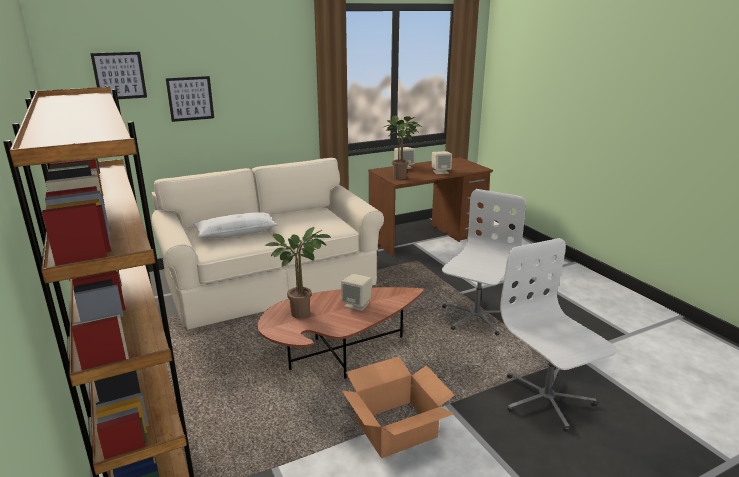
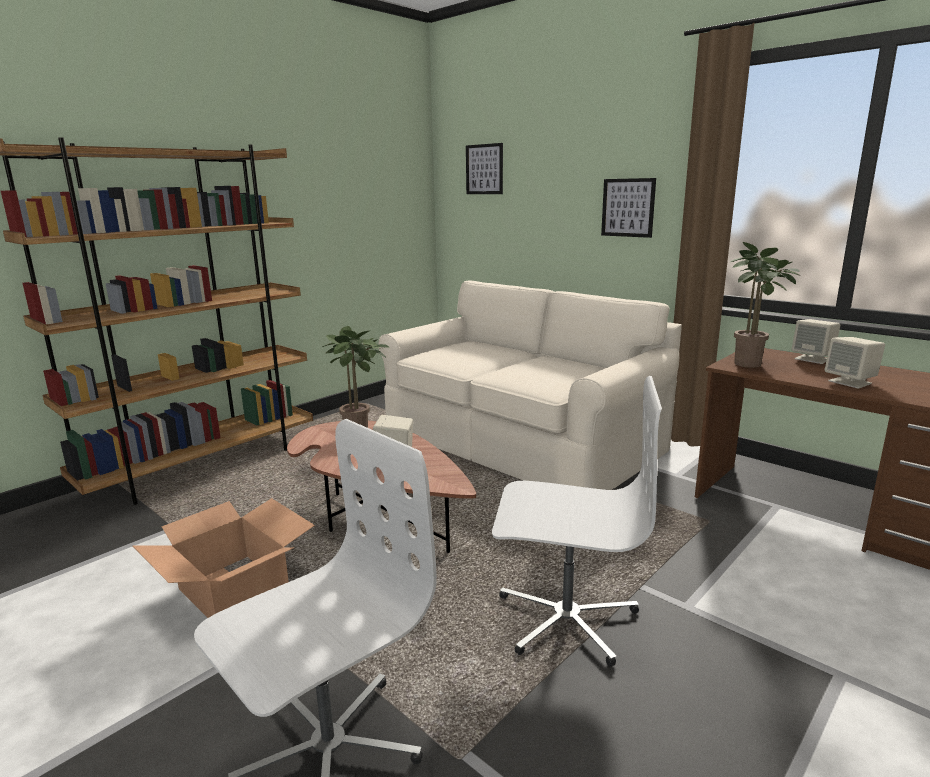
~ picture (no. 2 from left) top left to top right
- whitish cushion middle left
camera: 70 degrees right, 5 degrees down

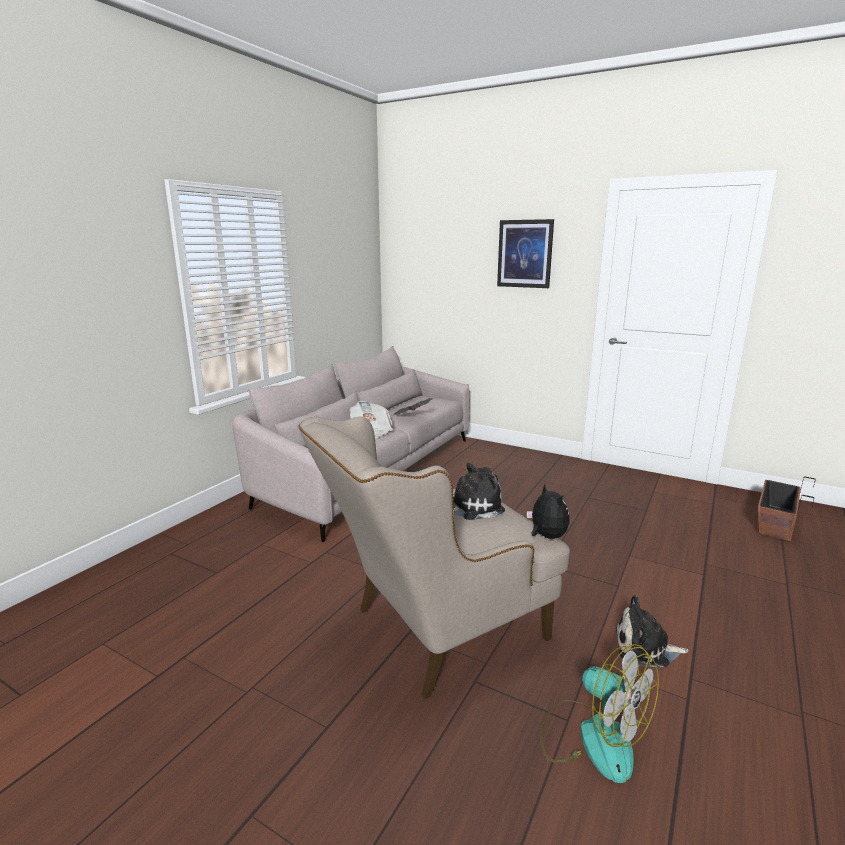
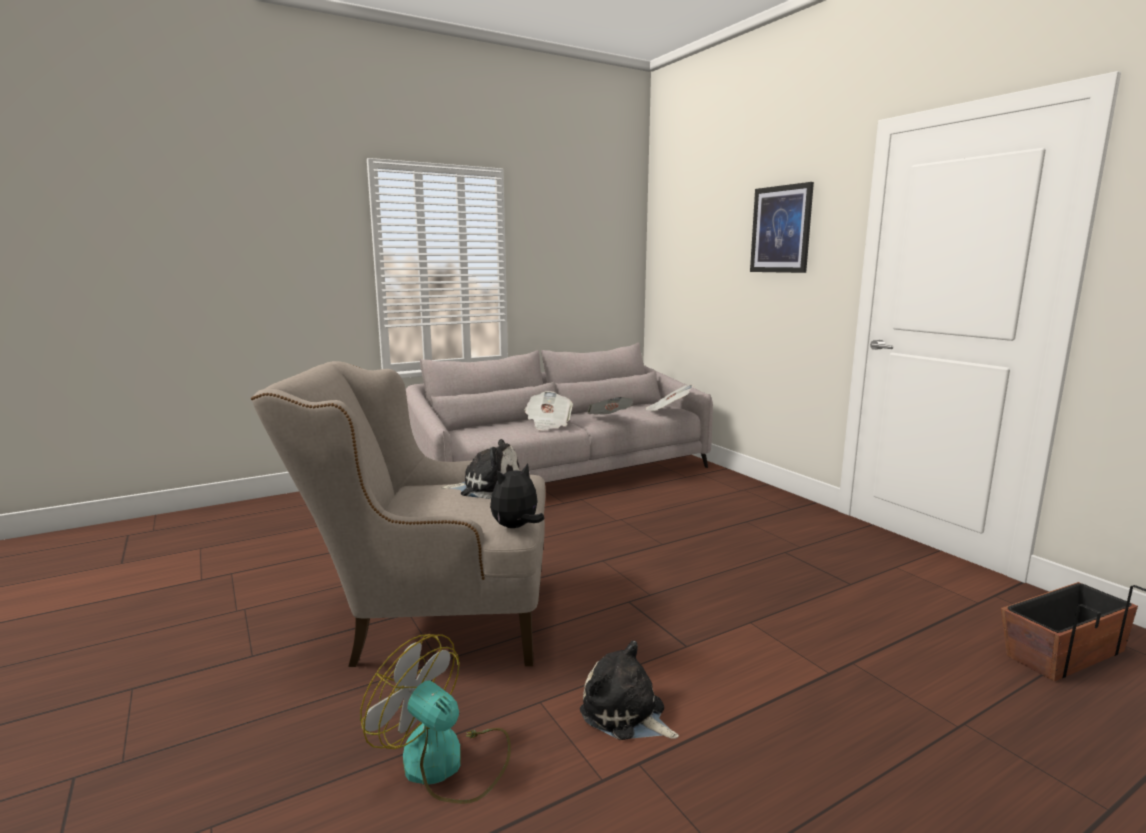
~ fan bottom right = bottom centre 135 degrees clockwise
~ cuddly toy (no. 2 from left) centre = centre 135 degrees counterclockwise
+ printed paper (no. 3 from left) centre
camera: 30 degrees right, 5 degrees down

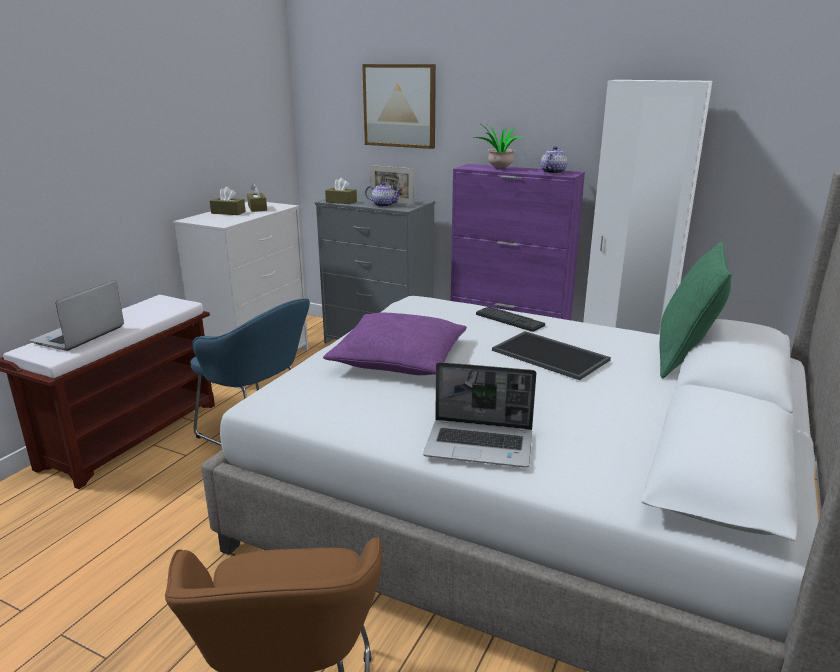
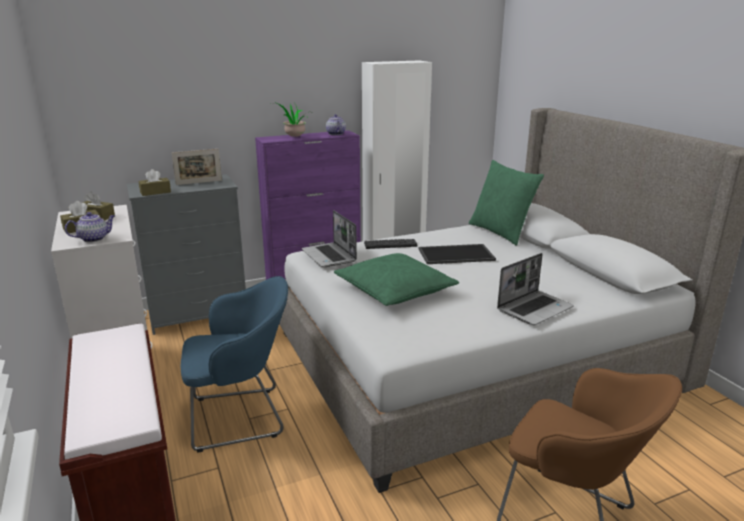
~ pot for tea (no. 1 from left) top centre to middle left
~ laptop (no. 1 from left) middle left to centre
~ purple-coloured cushion centre to green-coloured cushion (no. 1 from left) centre
- picture top centre
camera: 50 degrees left, 0 degrees up

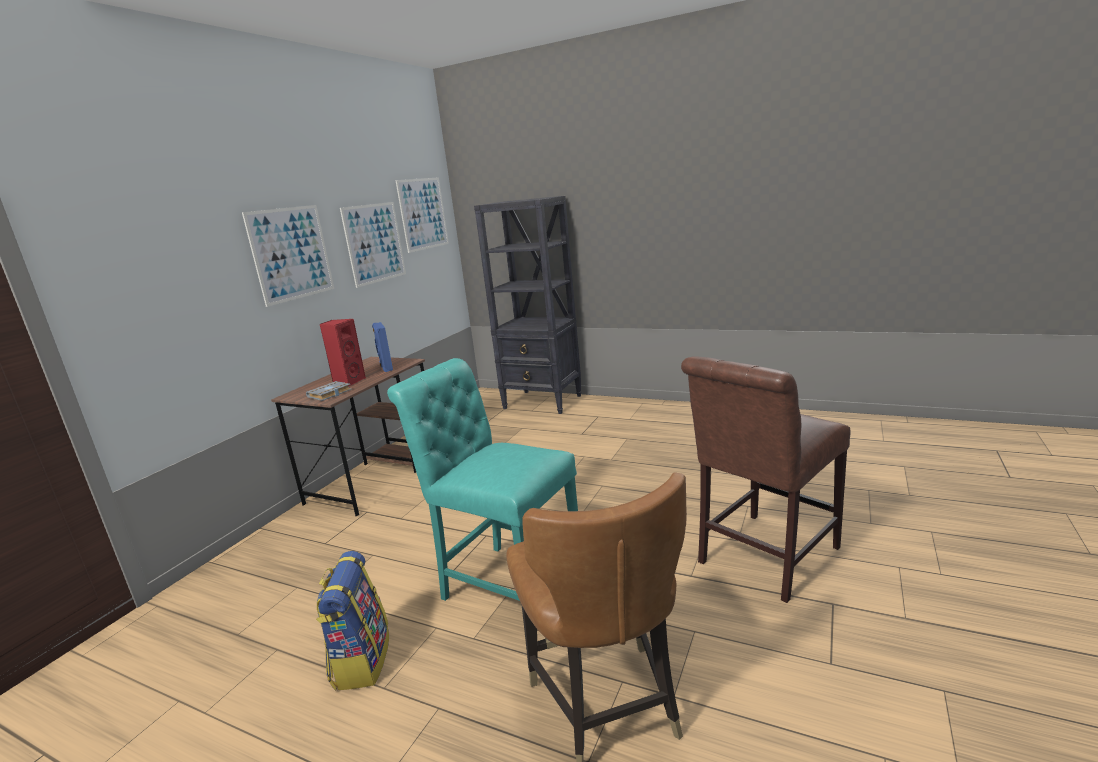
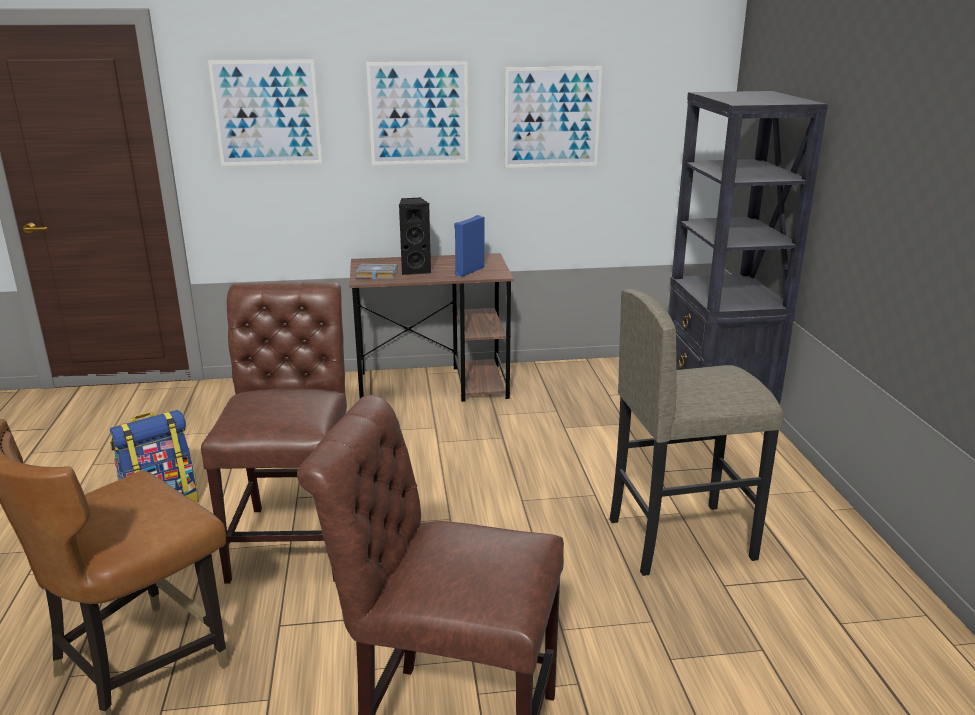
~ turquoise-coloured plain chair centre to brown-coloured plain chair (no. 2 from left) middle left
~ picture (no. 3 from left in the first image) top centre to picture (no. 1 from left) top left
~ reddish loudspeaker middle left to blackish loudspeaker top centre
+ gray stool seat middle right
camera: 55 degrees right, 5 degrees up

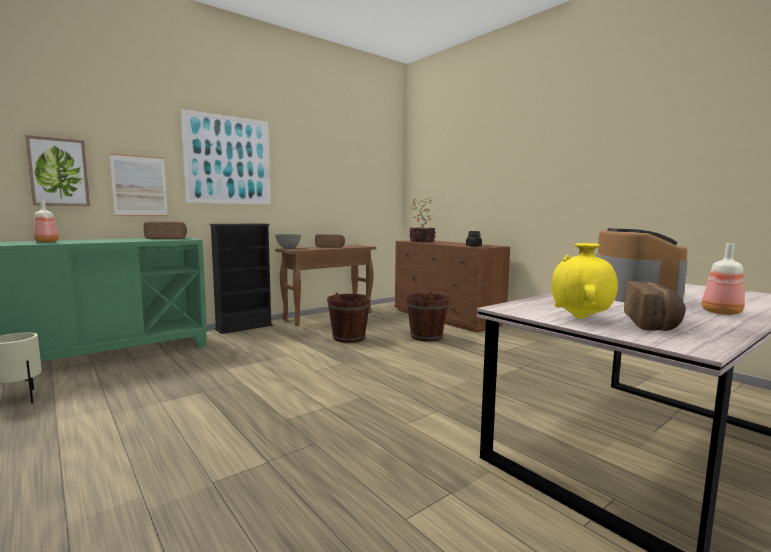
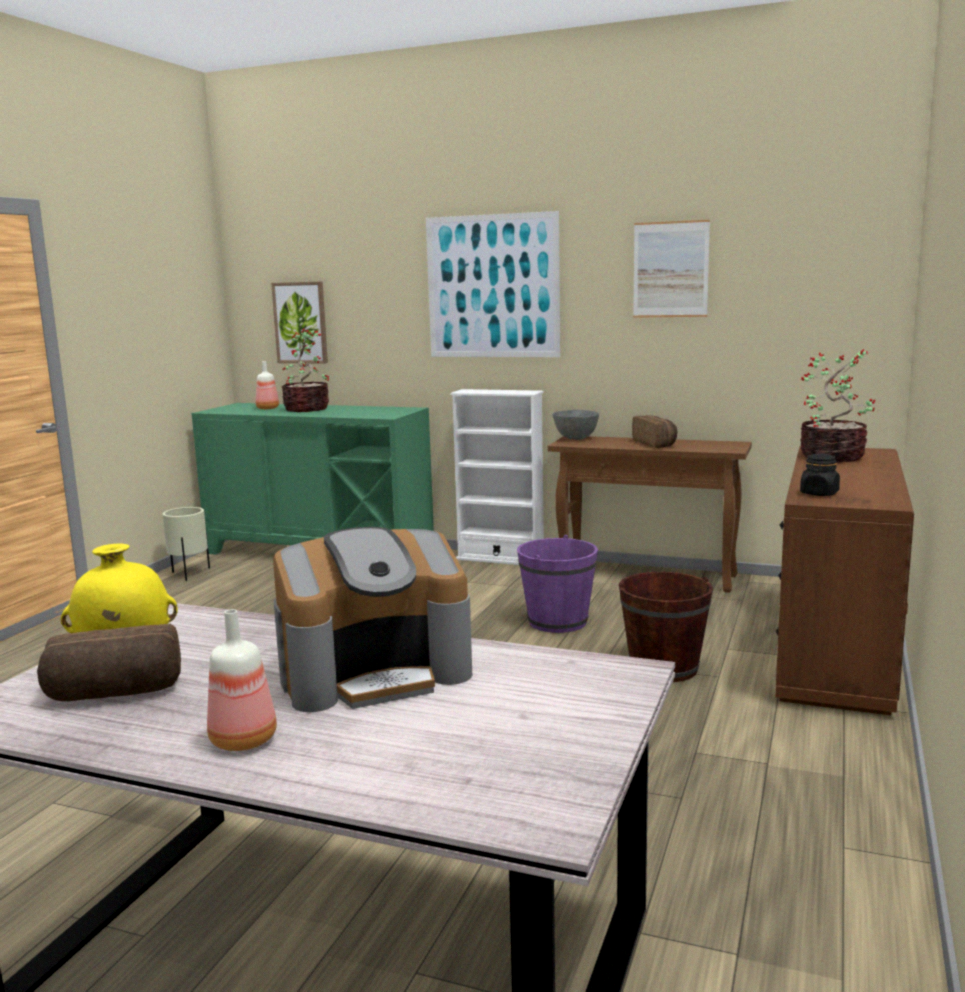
+ plant in a pot (no. 1 from left) middle left
~ blackish bookshelf middle left to whitish bookshelf centre
~ brown-coloured pail (no. 1 from left) centre to purple-coloured pail centre
~ picture (no. 2 from left in the first image) middle left to picture (no. 3 from left) top right
- baked bread (no. 1 from left) middle left
camera: 60 degrees right, 5 degrees up

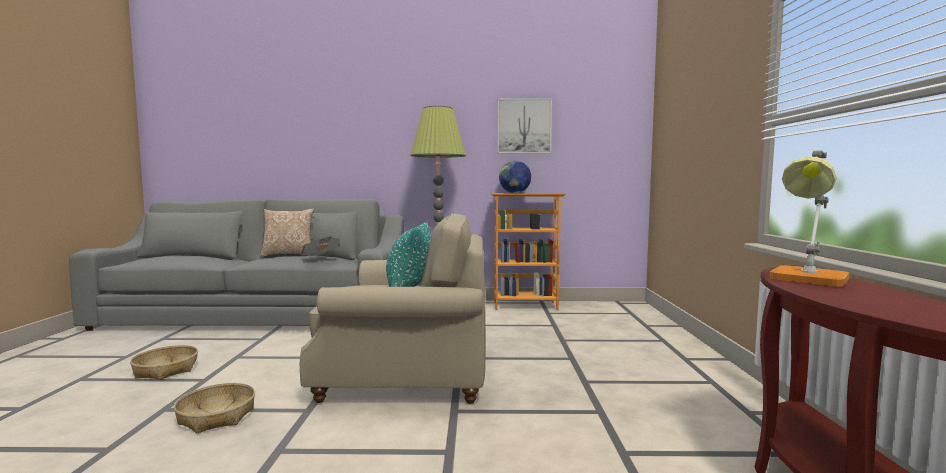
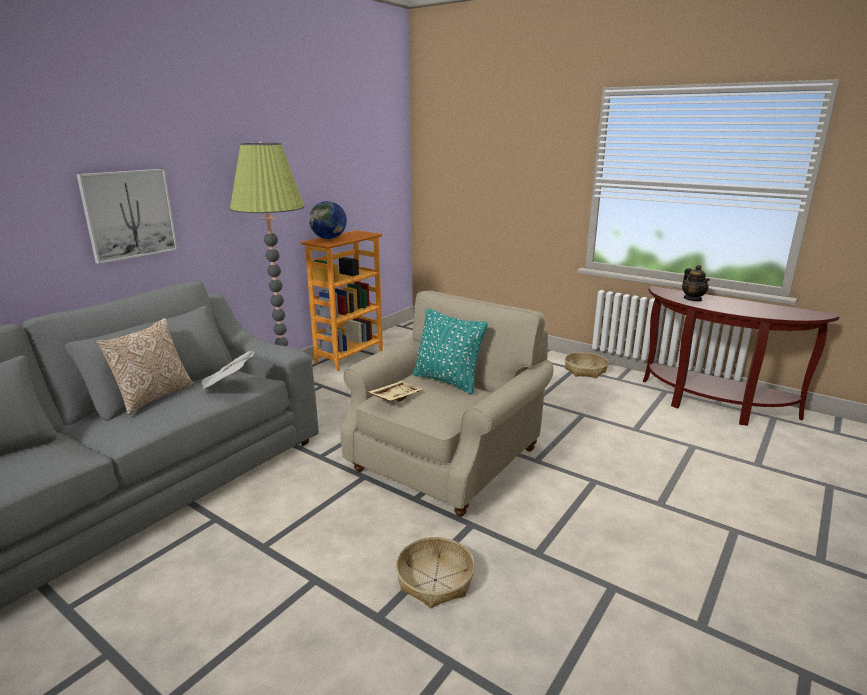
~ picture top centre to top left
+ beige-coloured tray centre
~ household basket (no. 1 from left in the first image) bottom left to household basket (no. 2 from left) middle right
~ tabletop lamp middle right to pot for tea middle right
camera: 55 degrees left, 15 degrees up

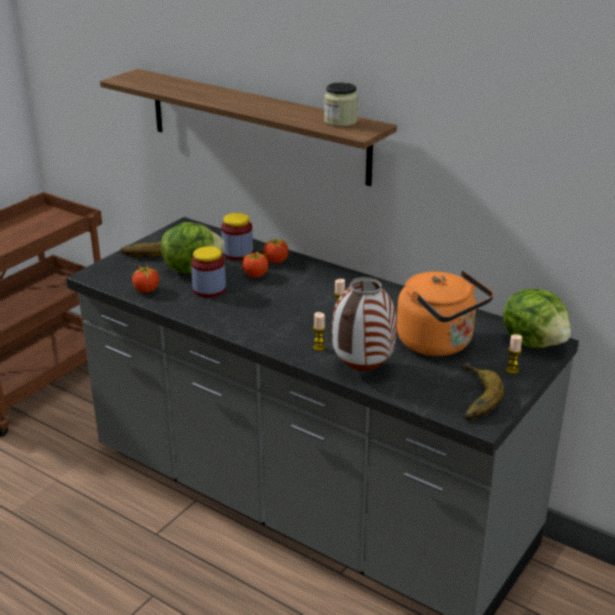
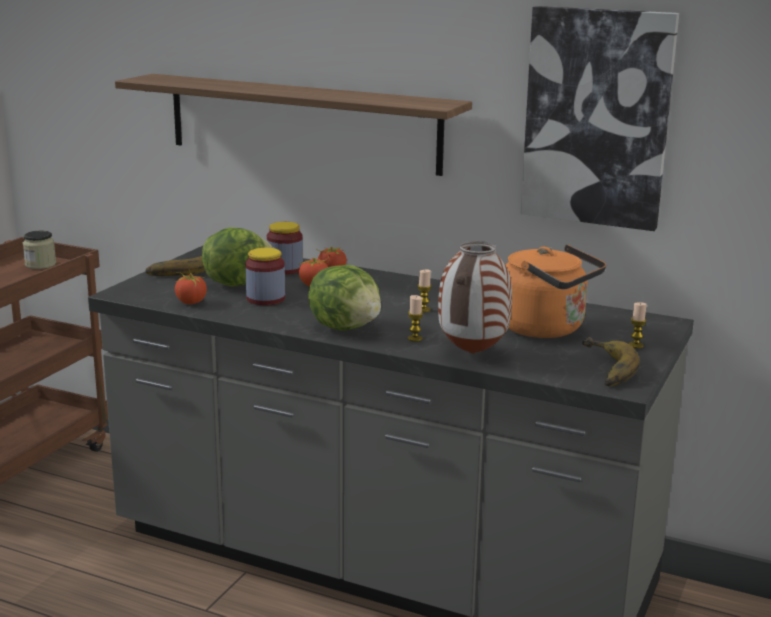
~ preserve jar (no. 3 from left in the first image) top centre to preserve jar (no. 1 from left) middle left
~ head of lettuce (no. 2 from left) middle right to centre
+ picture top right
camera: 10 degrees left, 10 degrees down

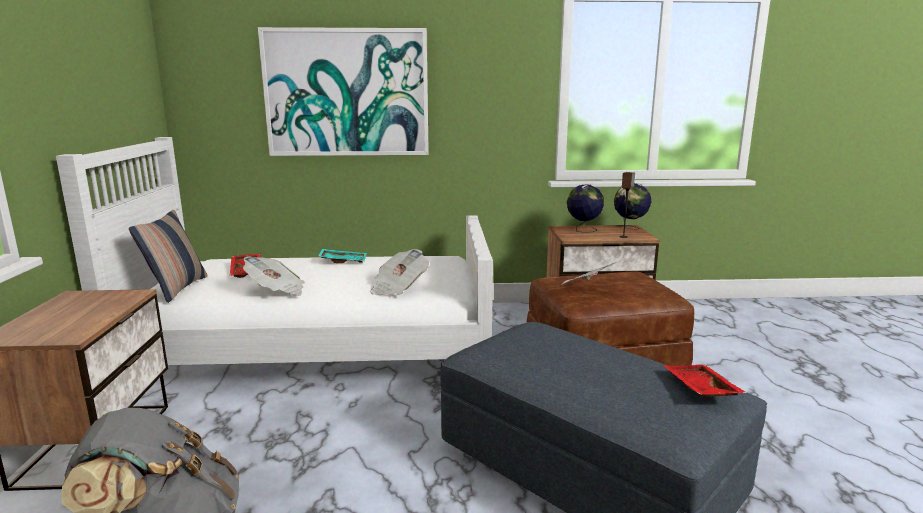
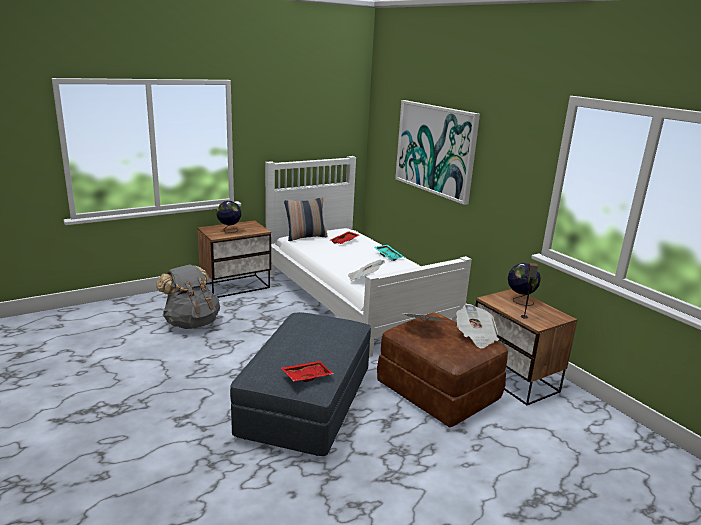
~ globe (no. 2 from left in the first image) middle right to globe (no. 1 from left) middle left
~ printed paper (no. 1 from left in the first image) middle left to printed paper (no. 3 from left) middle right
camera: 60 degrees right, 5 degrees up

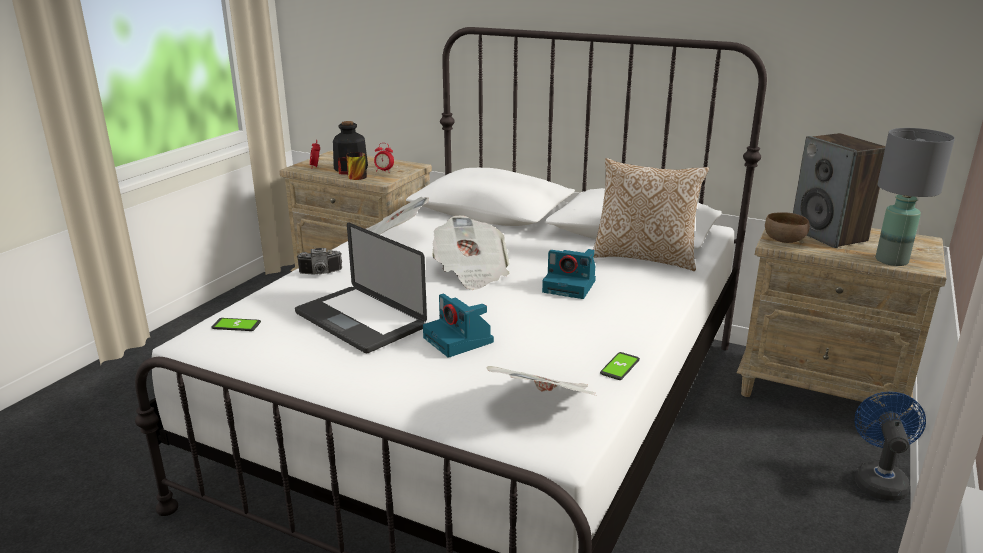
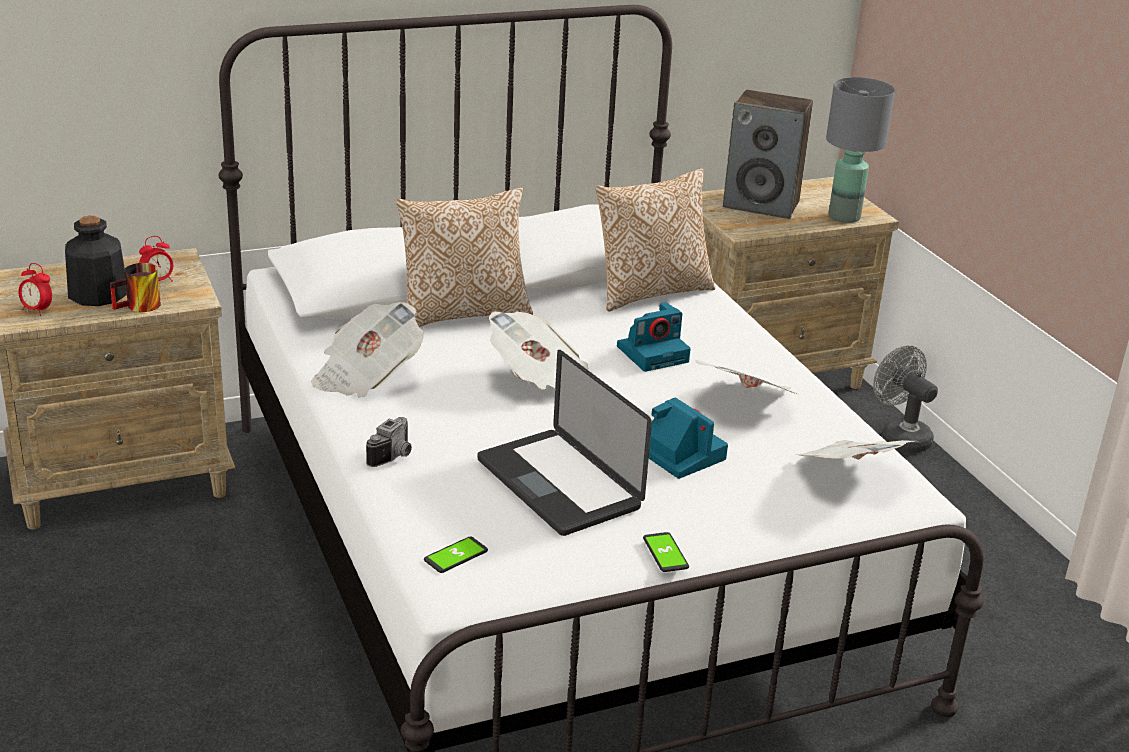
+ cushion (no. 1 from left) centre
~ laptop centre = centre 60 degrees clockwise
~ phone (no. 2 from left) centre to bottom centre
~ photo camera (no. 2 from left in the first image) centre = centre 135 degrees counterclockwise
+ printed paper (no. 3 from left) centre
~ blue-coloured fan bottom right to gray fan middle right
- brown-coloured deep dish middle right
camera: 50 degrees left, 5 degrees up

